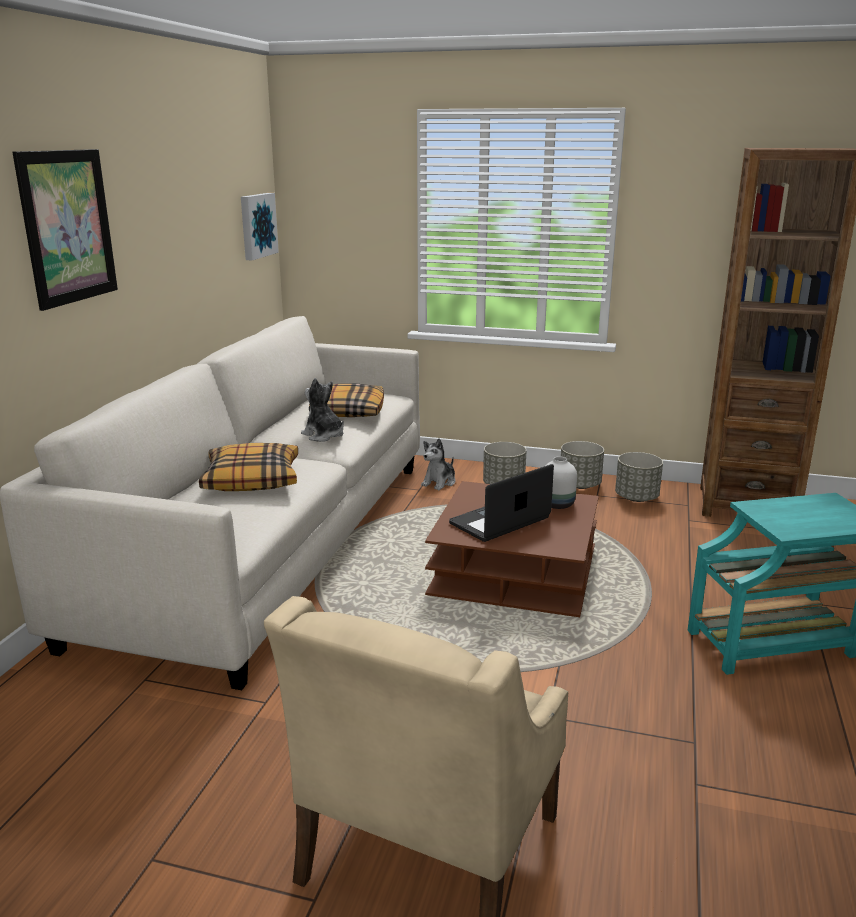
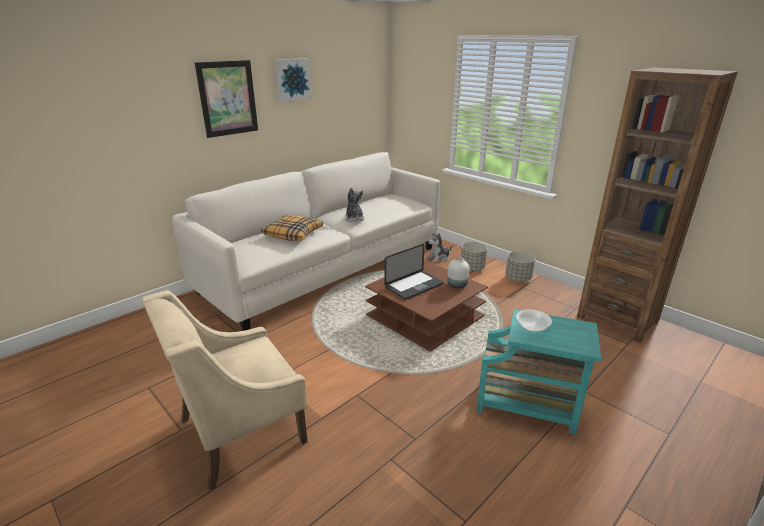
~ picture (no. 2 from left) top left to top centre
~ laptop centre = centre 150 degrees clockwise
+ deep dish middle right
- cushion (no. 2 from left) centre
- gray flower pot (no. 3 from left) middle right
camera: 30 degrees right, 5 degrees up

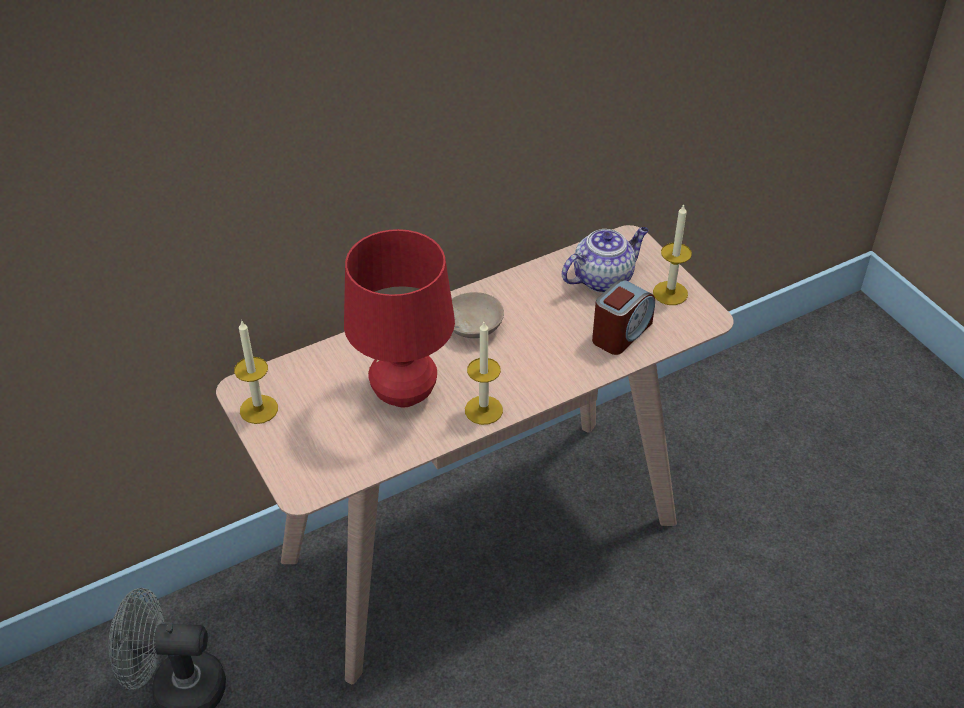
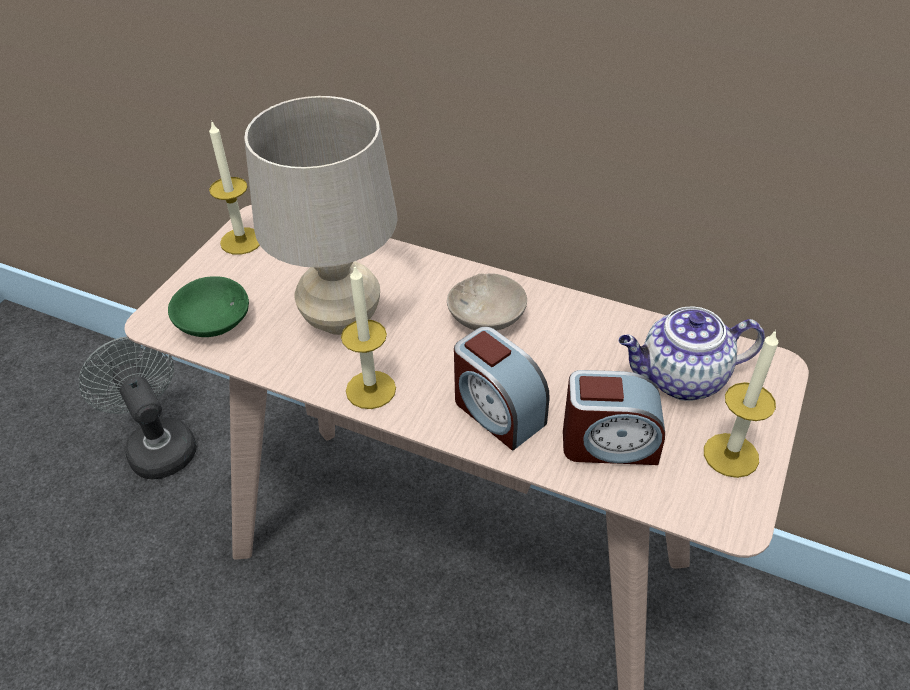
+ green-coloured deep dish middle left
~ reddish tabletop lamp centre to beige-coloured tabletop lamp top centre
+ alarm clock (no. 1 from left) centre
~ pot for tea centre = middle right 150 degrees clockwise
camera: 55 degrees right, 0 degrees up

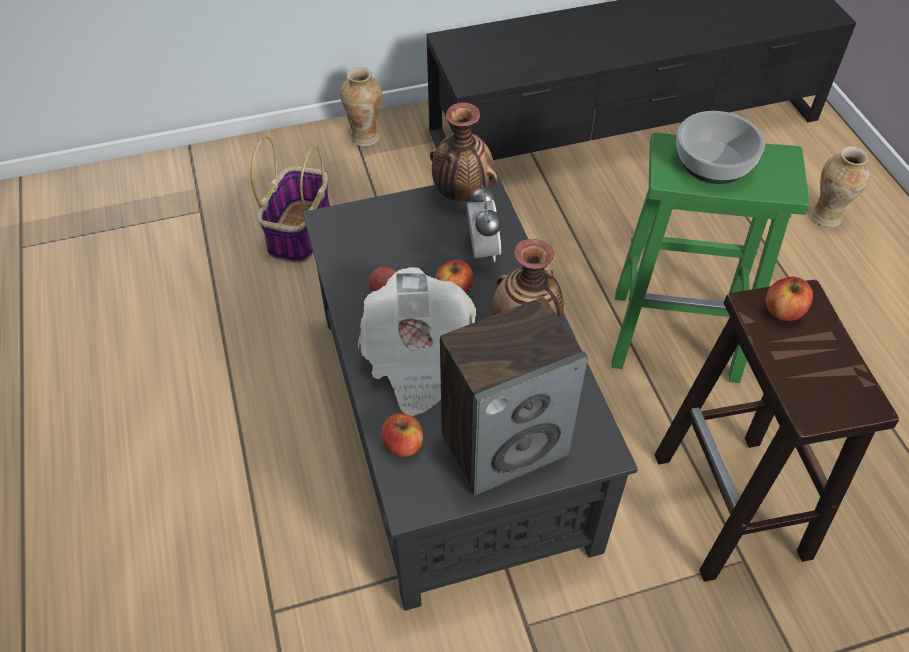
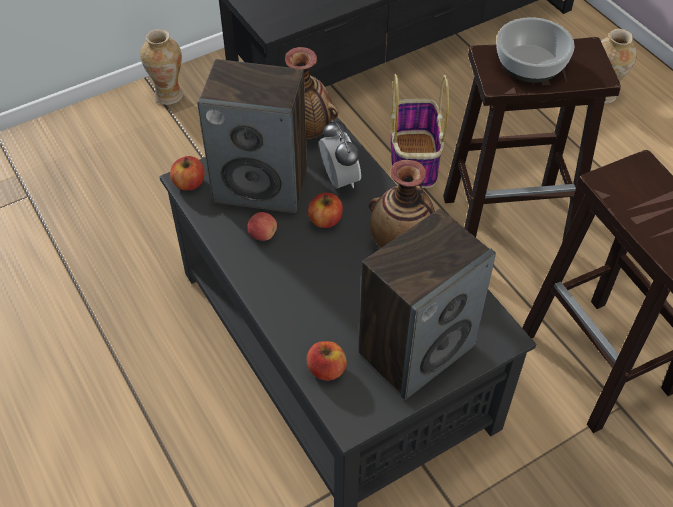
~ apple (no. 4 from left in the first image) middle right to apple (no. 1 from left) middle left
+ loudspeaker (no. 1 from left) top centre
~ household basket top left to top centre
~ green-coloured stool seat middle right to brown-coloured stool seat (no. 1 from left) top right
- printed paper centre
camera: 15 degrees left, 0 degrees up

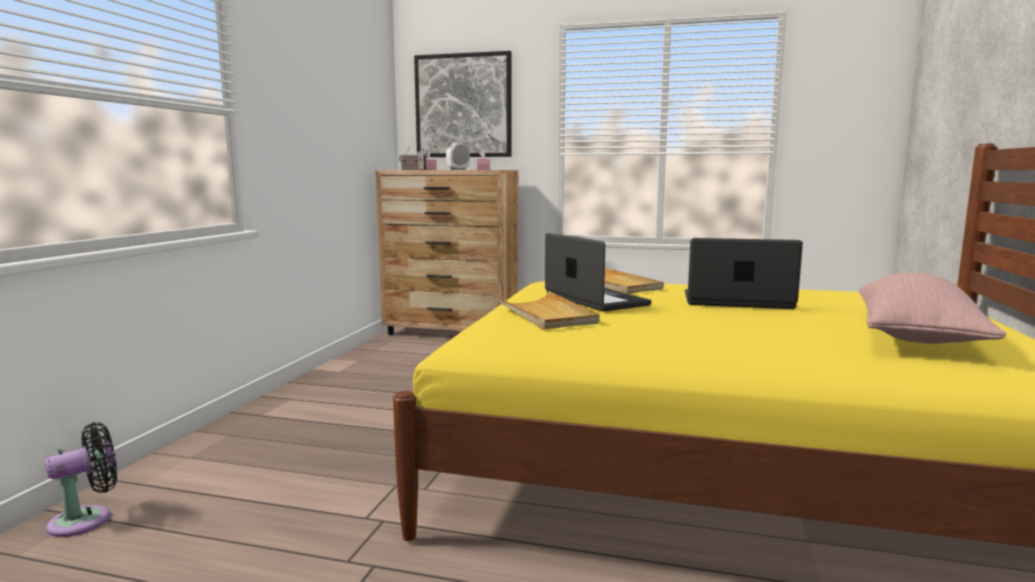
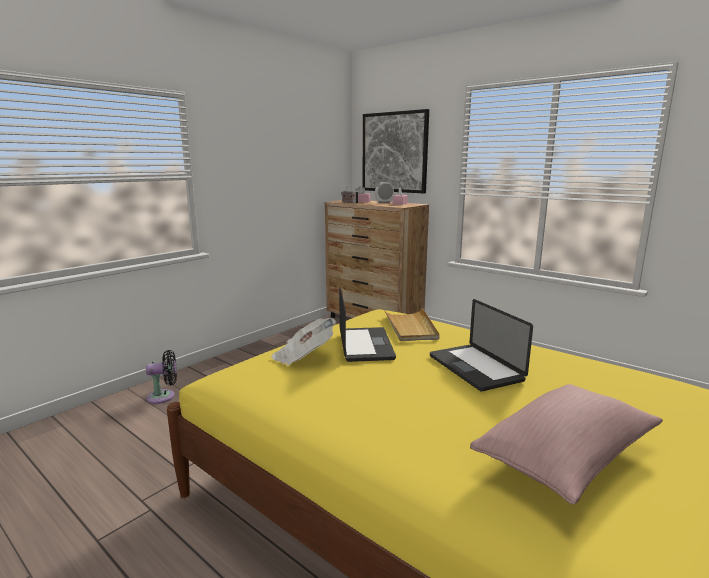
~ blackish fan bottom left to middle left
~ beige-coloured tray (no. 1 from left) centre to printed paper centre
~ laptop (no. 2 from left) middle right = middle right 150 degrees counterclockwise
camera: 25 degrees right, 5 degrees up

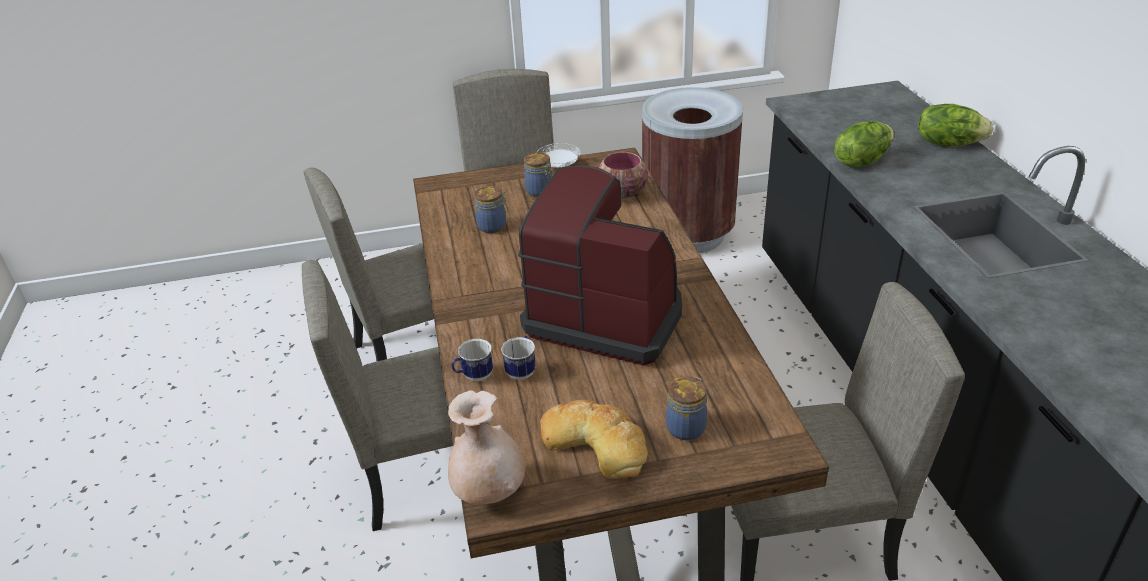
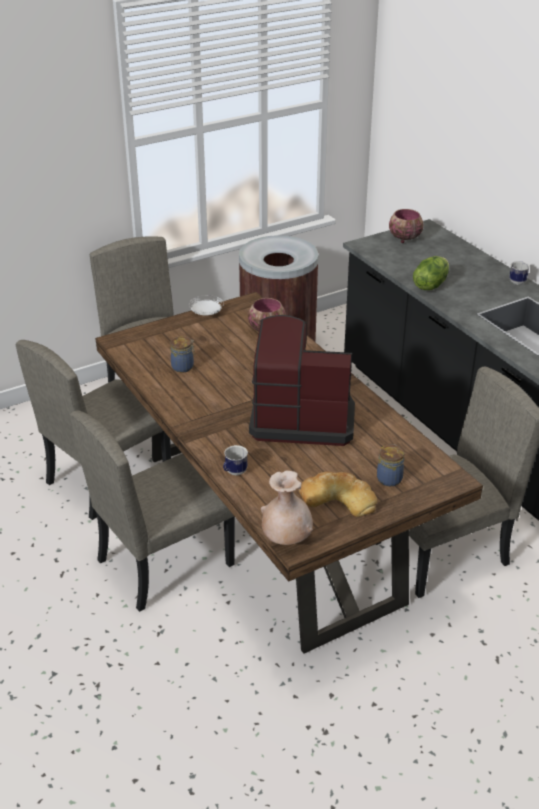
+ deep dish (no. 2 from left) top right
~ coffee mug (no. 2 from left) centre to middle right
- preserve jar (no. 2 from left) top centre
- head of lettuce (no. 2 from left) top right
camera: 20 degrees left, 0 degrees up

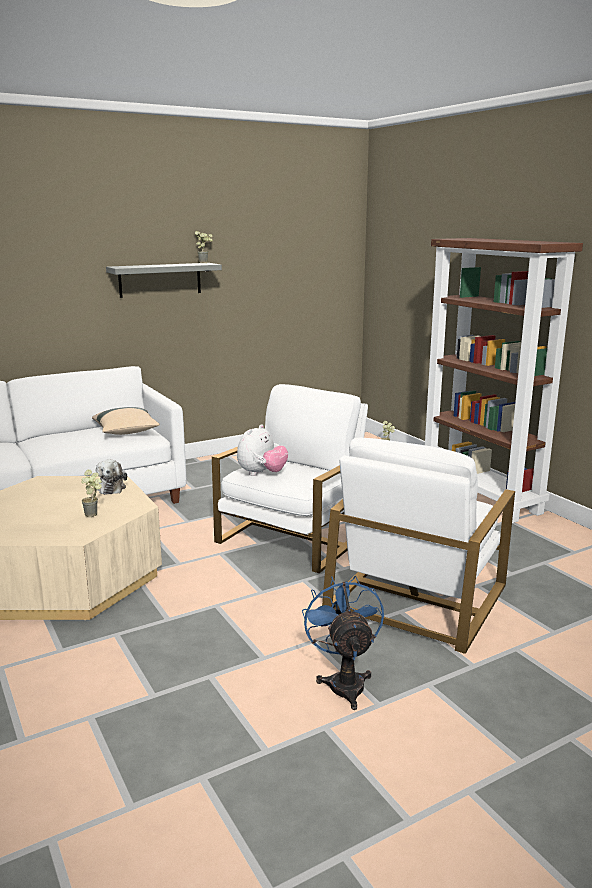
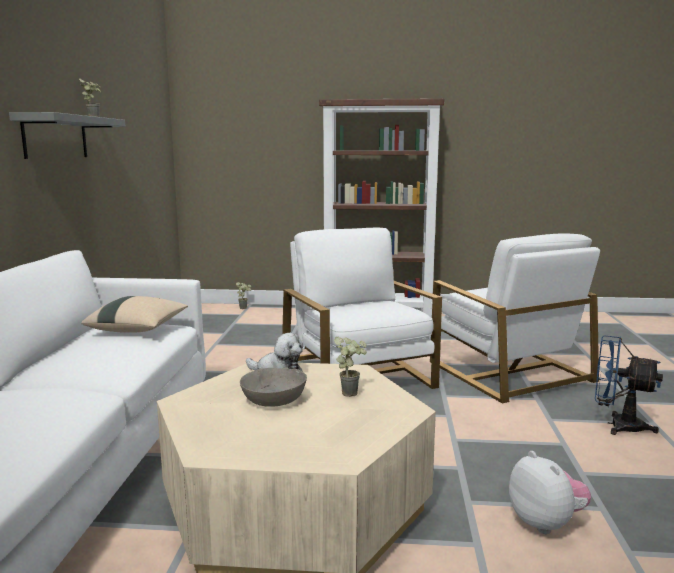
+ gray deep dish bottom centre
~ cuddly toy (no. 2 from left) centre to bottom right
camera: 55 degrees left, 5 degrees down

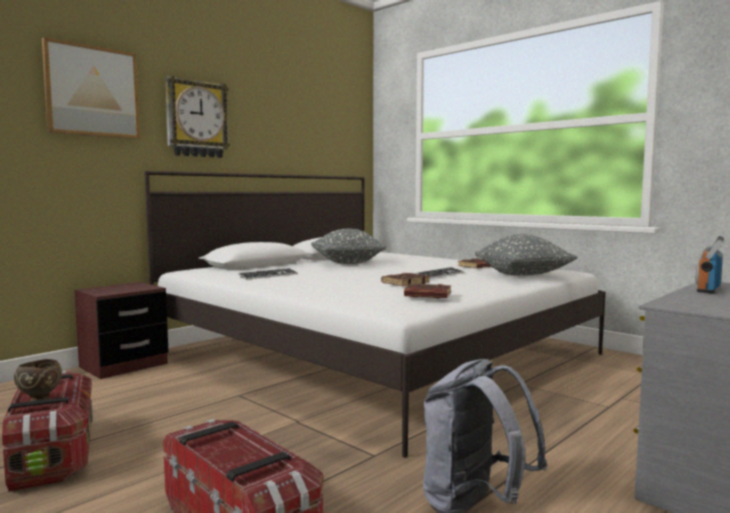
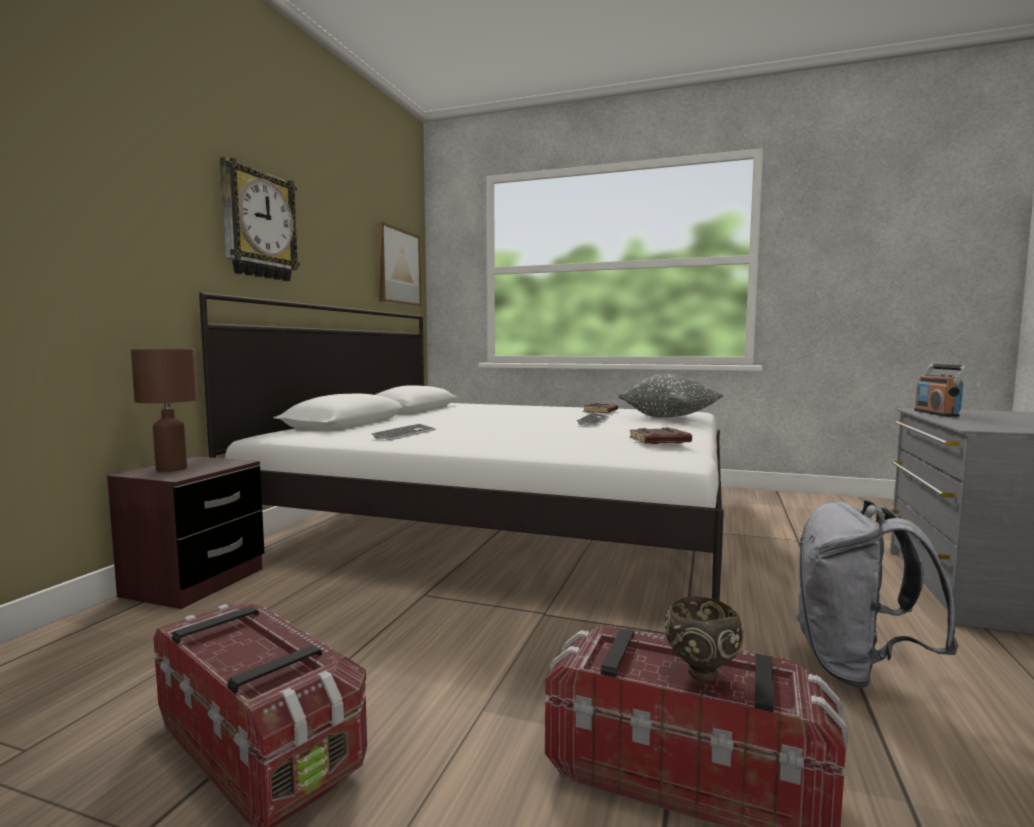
+ brown-coloured tabletop lamp middle left
~ picture top left to top centre
~ brown-coloured deep dish bottom left to bottom right
- gray cushion (no. 1 from left) centre
- brown-coloured volume (no. 1 from left) centre
camera: 25 degrees left, 0 degrees up

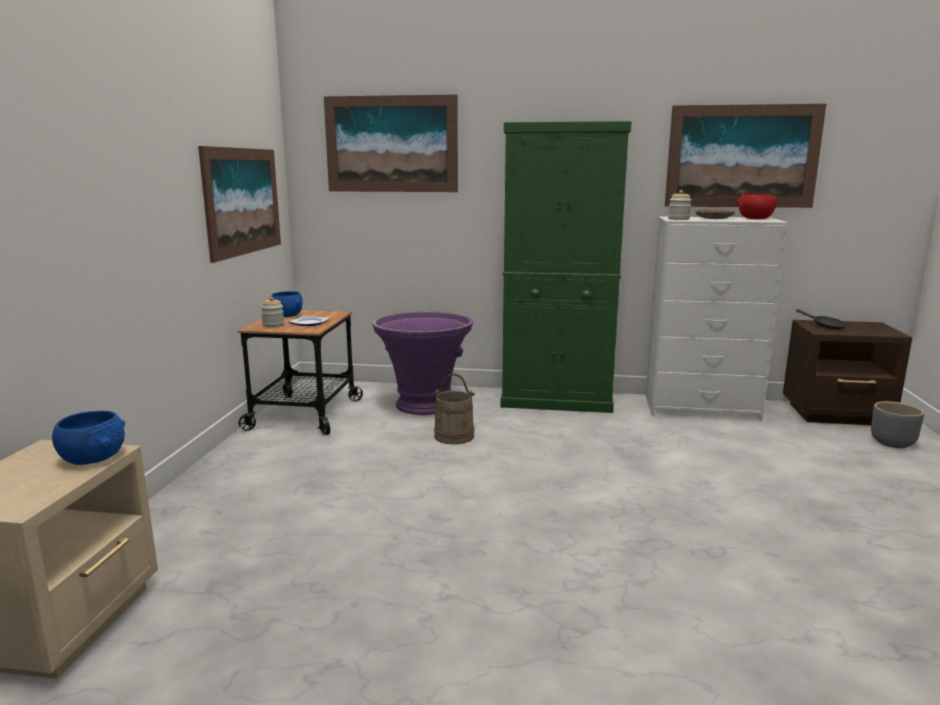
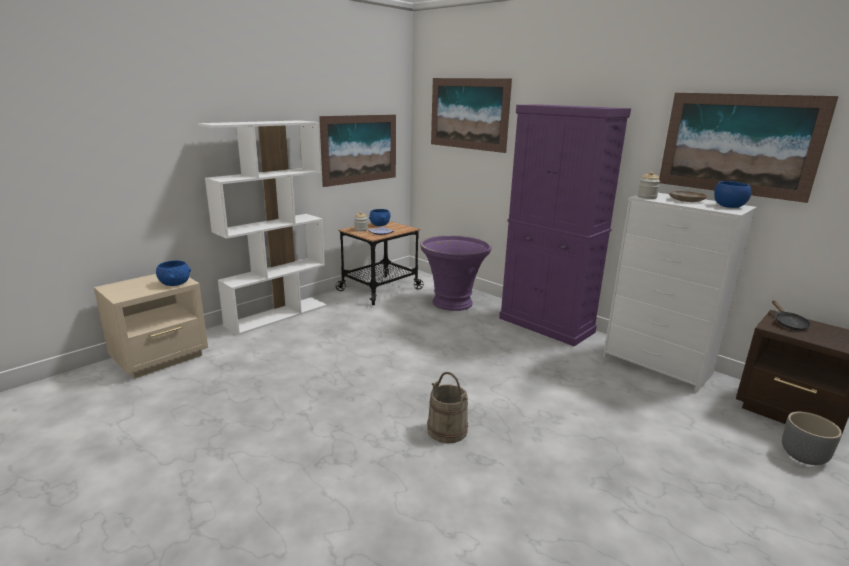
+ whitish bookshelf middle left
~ beige-coloured pail centre to bottom centre
~ green-coloured cabinet centre to purple-coloured cabinet centre
~ reddish deep dish top right to blue-coloured deep dish (no. 3 from left) middle right
camera: 35 degrees right, 5 degrees up

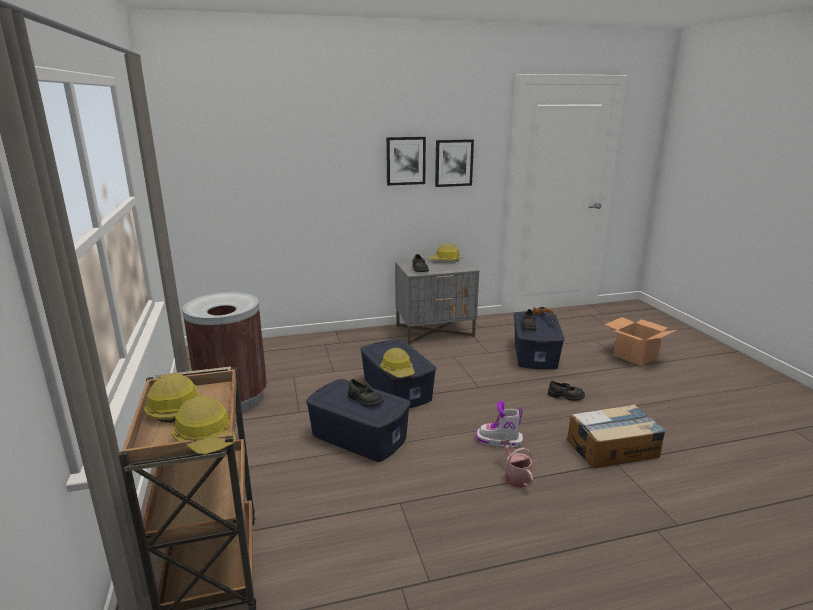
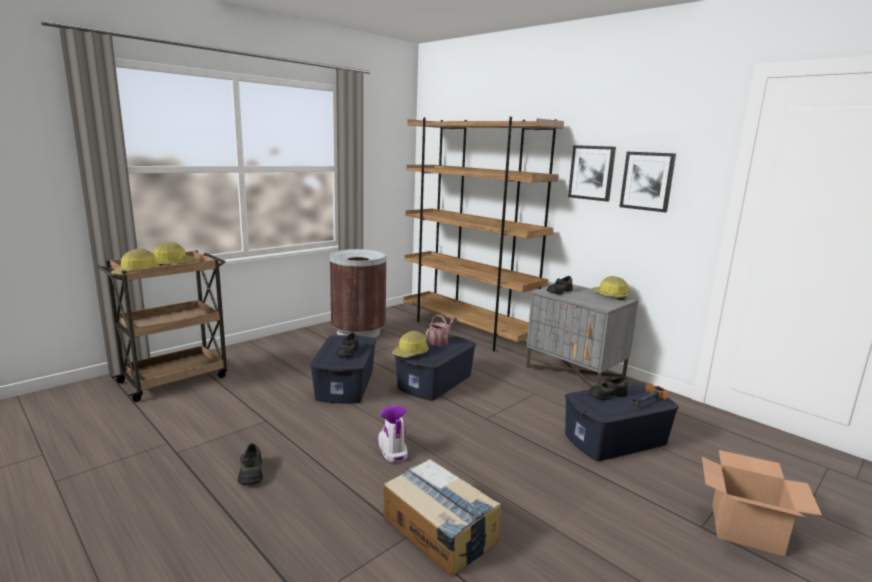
~ blackish shoe (no. 4 from left in the first image) middle right to blackish shoe (no. 1 from left) bottom left
+ brown-coloured bookshelf centre
~ watering can bottom centre to centre
camera: 60 degrees right, 5 degrees down

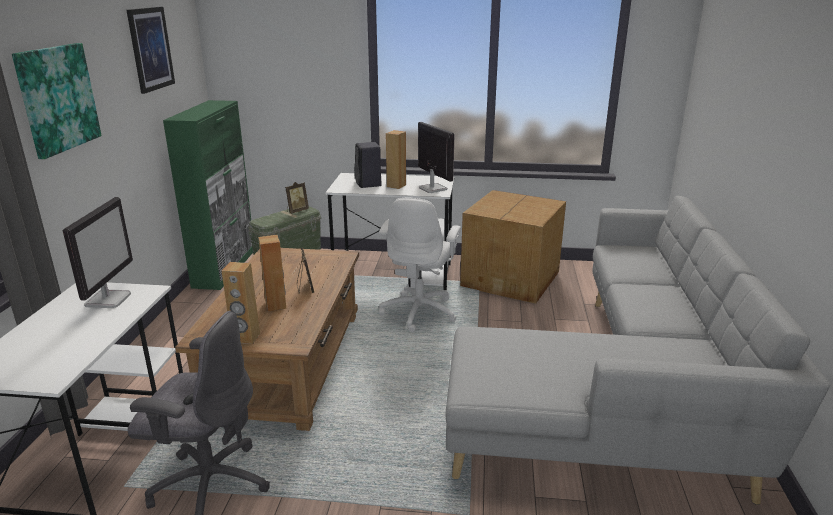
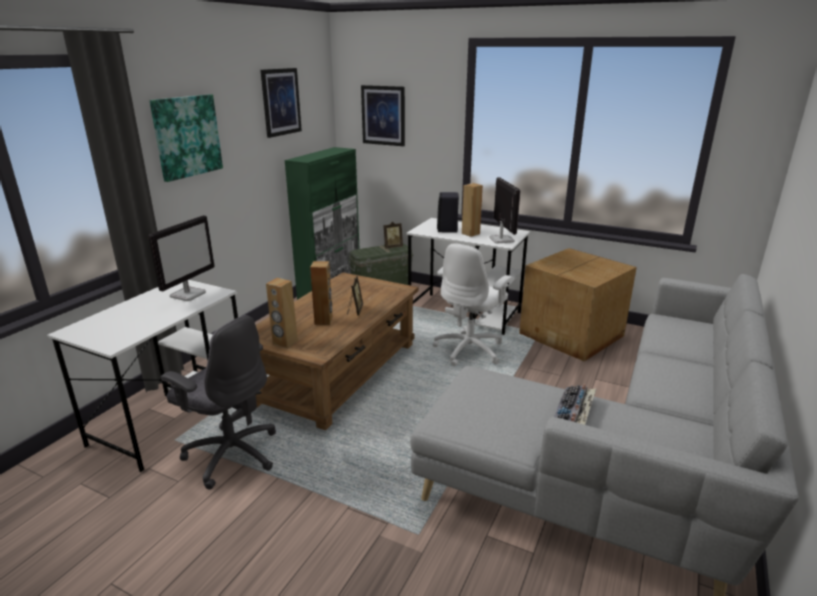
+ picture (no. 3 from left) top centre
+ computer keyboard bottom right
camera: 20 degrees right, 0 degrees up

